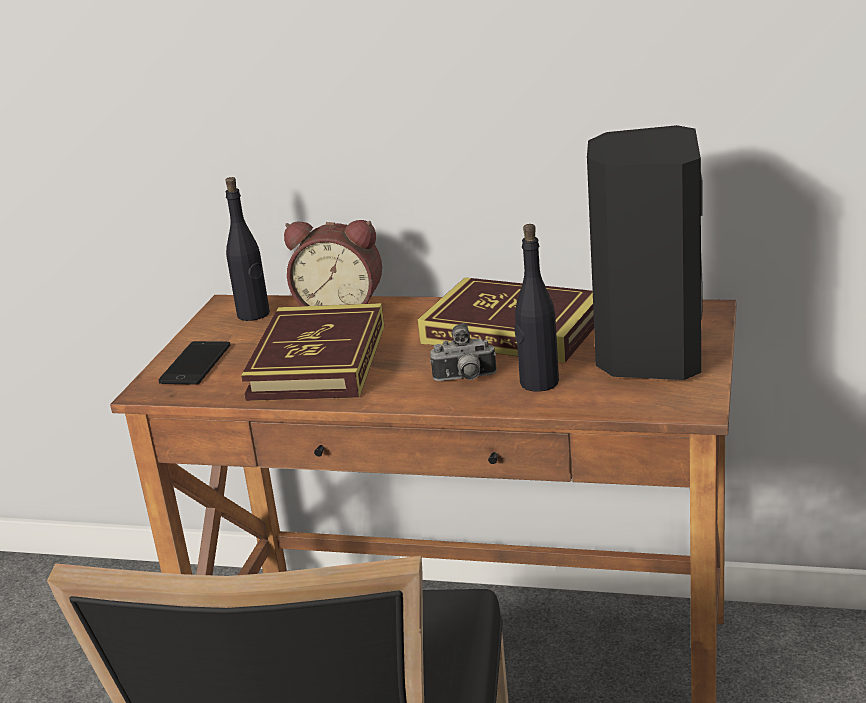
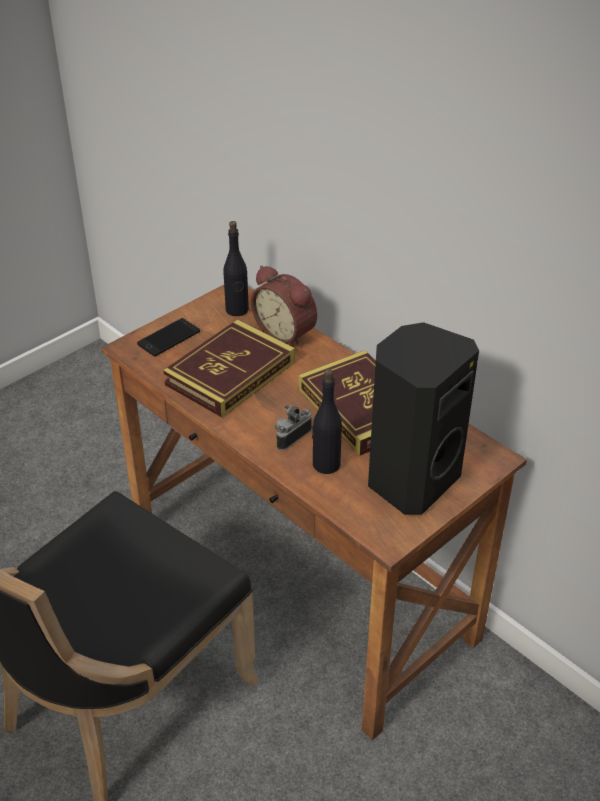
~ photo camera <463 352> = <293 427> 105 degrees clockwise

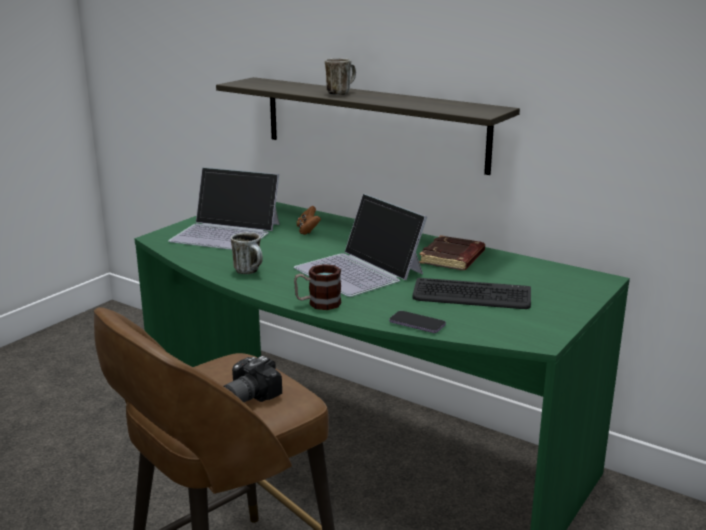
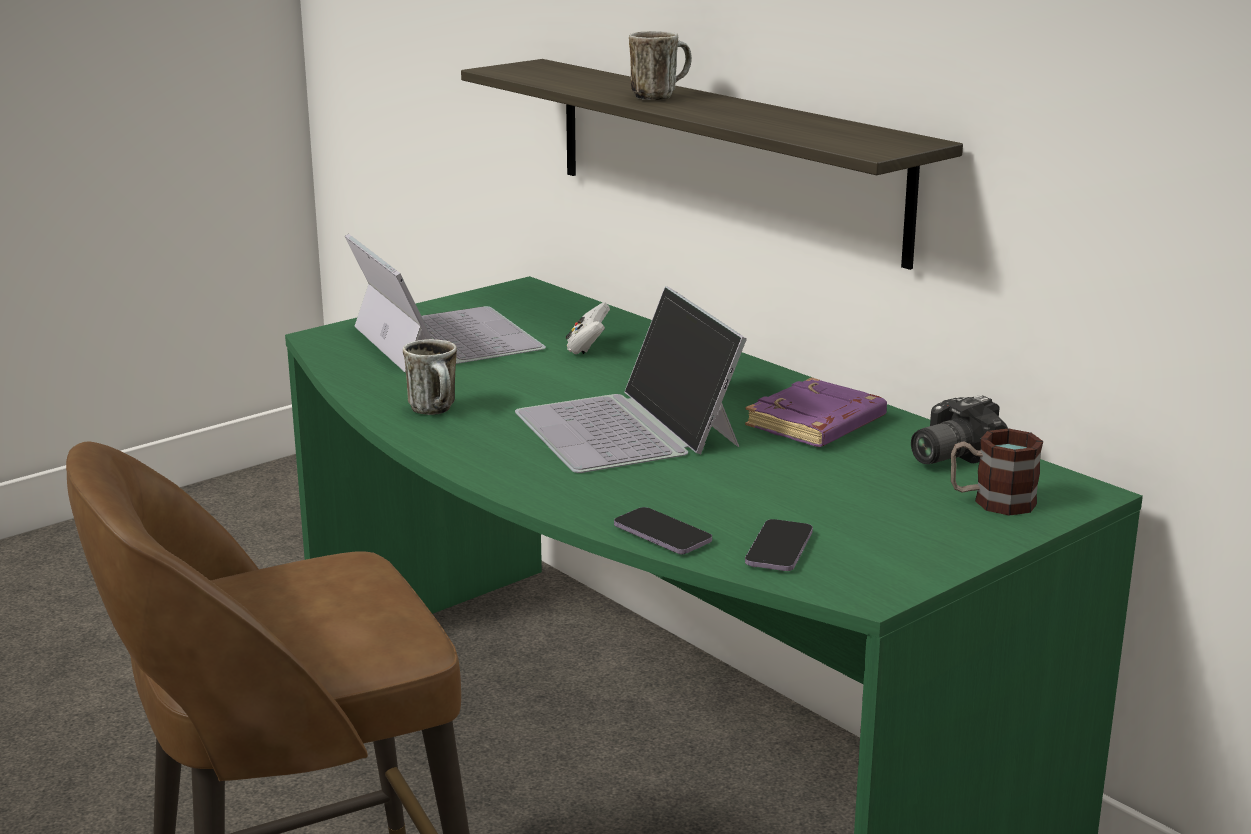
~ laptop <224 208> = <445 303> 150 degrees counterclockwise
~ brown game controller <308 220> to white game controller <588 328>
~ brown book <452 252> to purple book <816 412>
+ phone <779 545>
~ photo camera <253 379> to <959 429>
~ mug <317 287> to <997 472>
- keyboard <471 293>

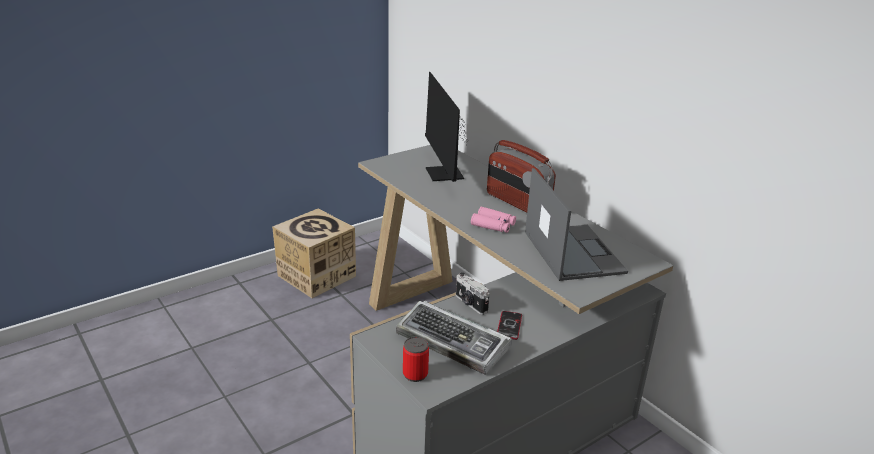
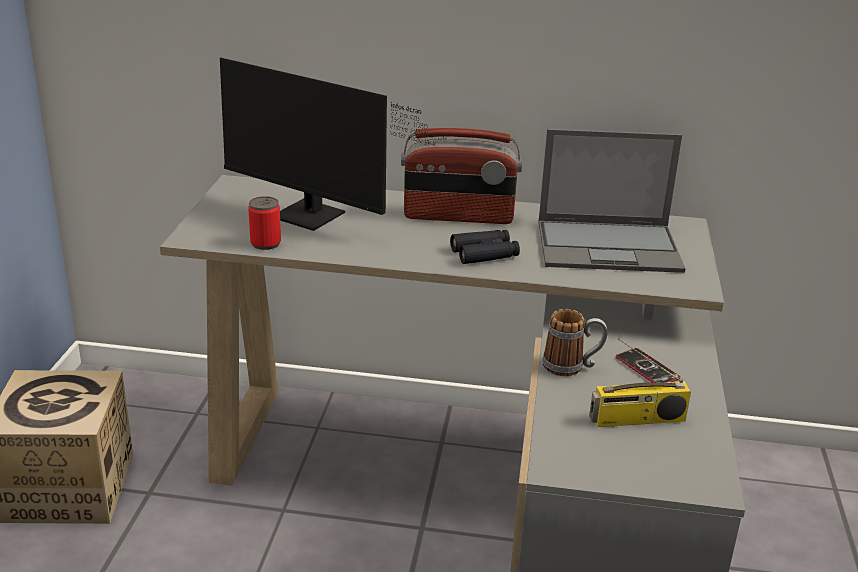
~ can <416 359> to <264 223>
~ pink binoculars <493 220> to black binoculars <485 247>
~ laptop <576 224> = <611 201> 150 degrees clockwise
~ photo camera <473 293> to mug <574 342>
~ keyboard <454 338> to radio <640 382>

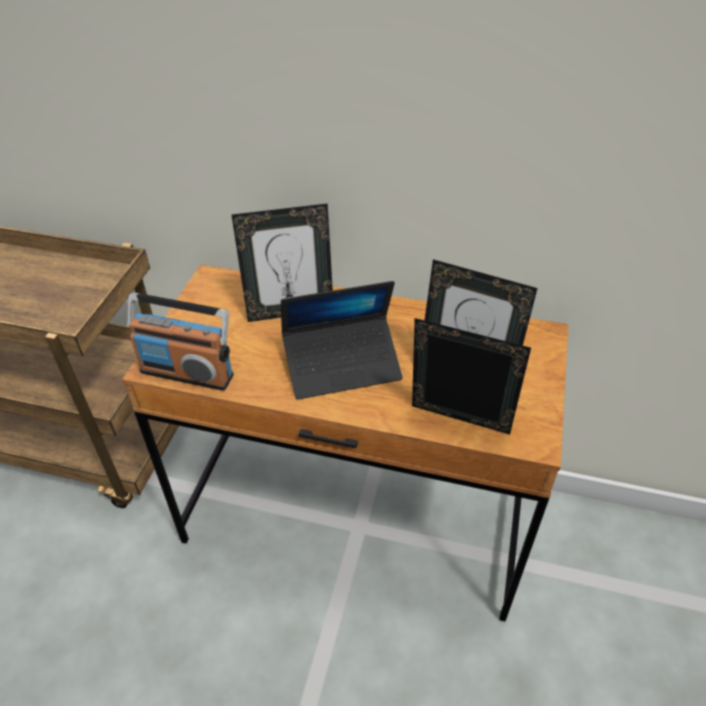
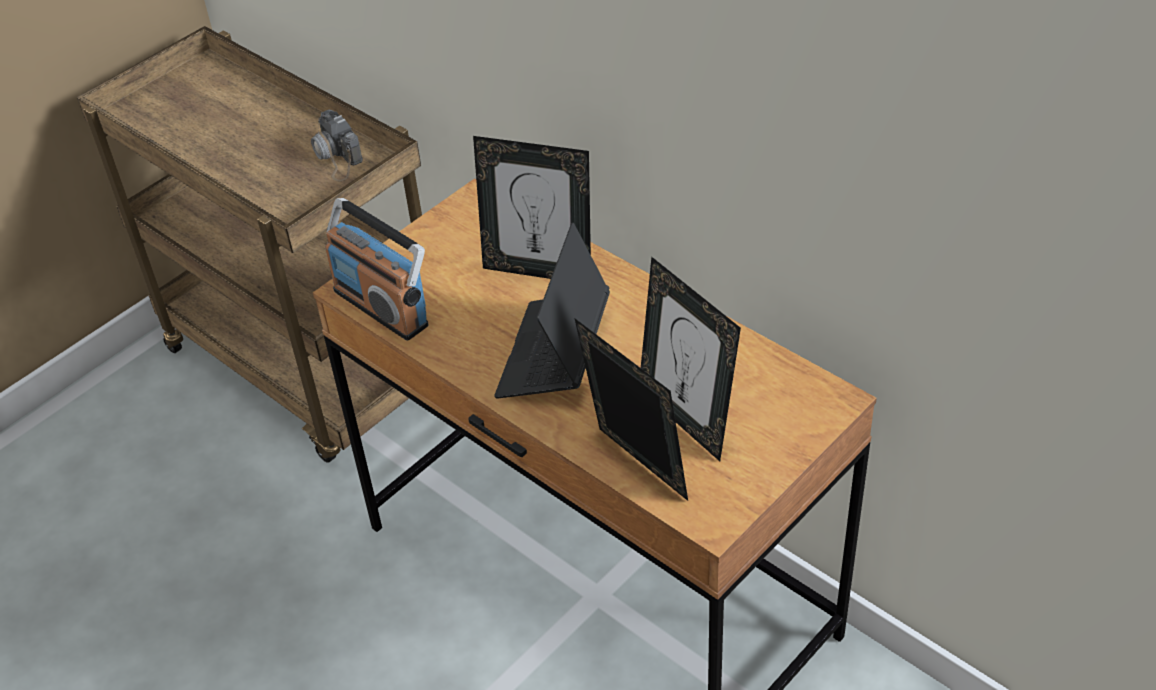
+ photo camera <336 145>
~ laptop <342 340> = <552 311> 90 degrees clockwise

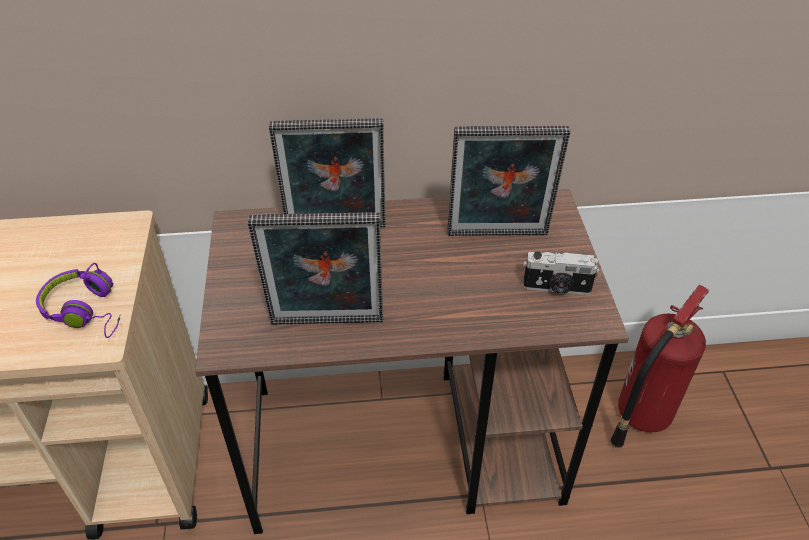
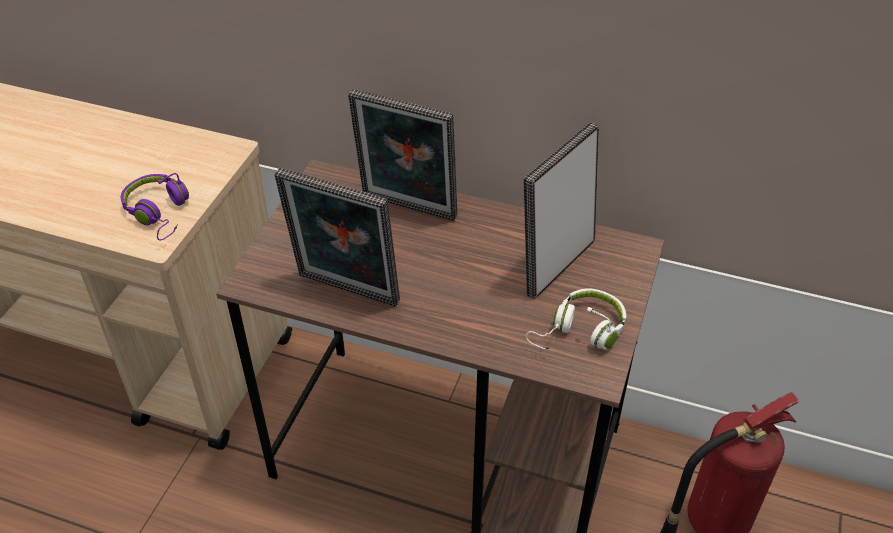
~ picture frame <509 181> = <561 210> 105 degrees clockwise
~ photo camera <561 273> to white headphones <576 319>

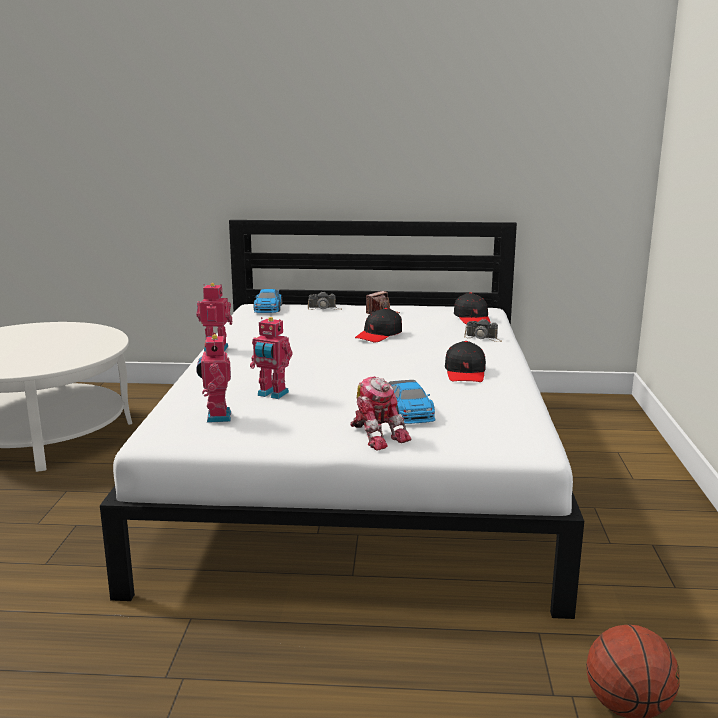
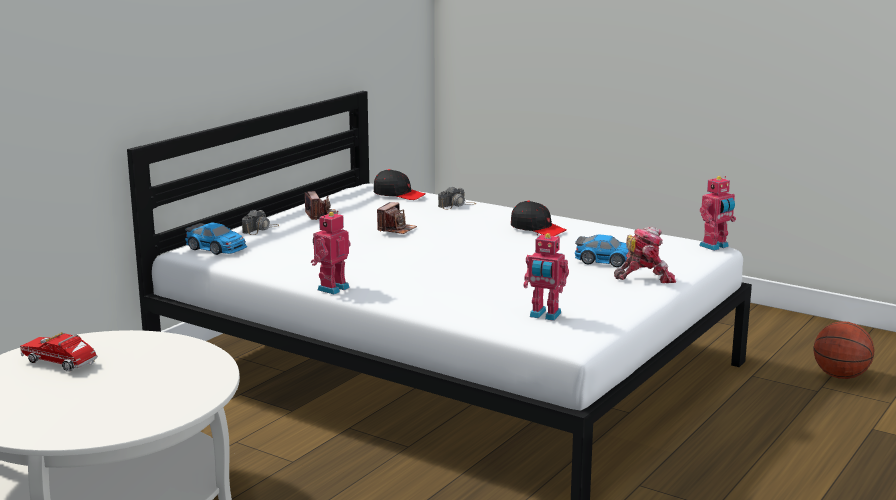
+ toy truck <59 352>
~ black cap <378 325> to photo camera <397 218>
~ toy robot <271 358> to <717 213>

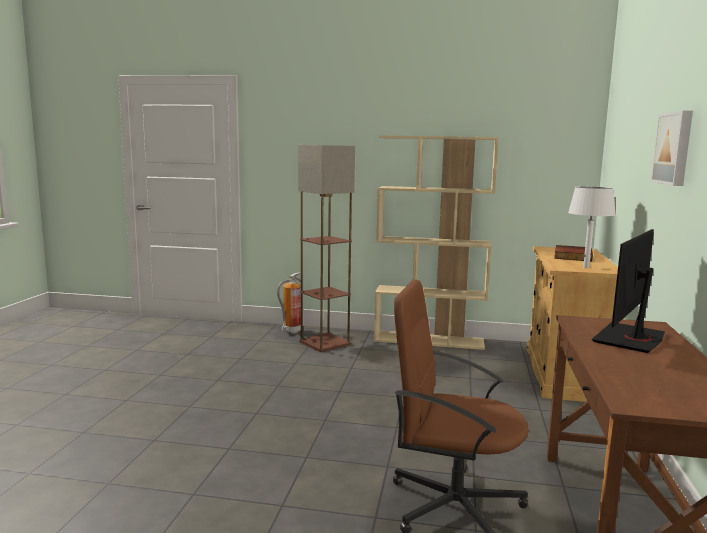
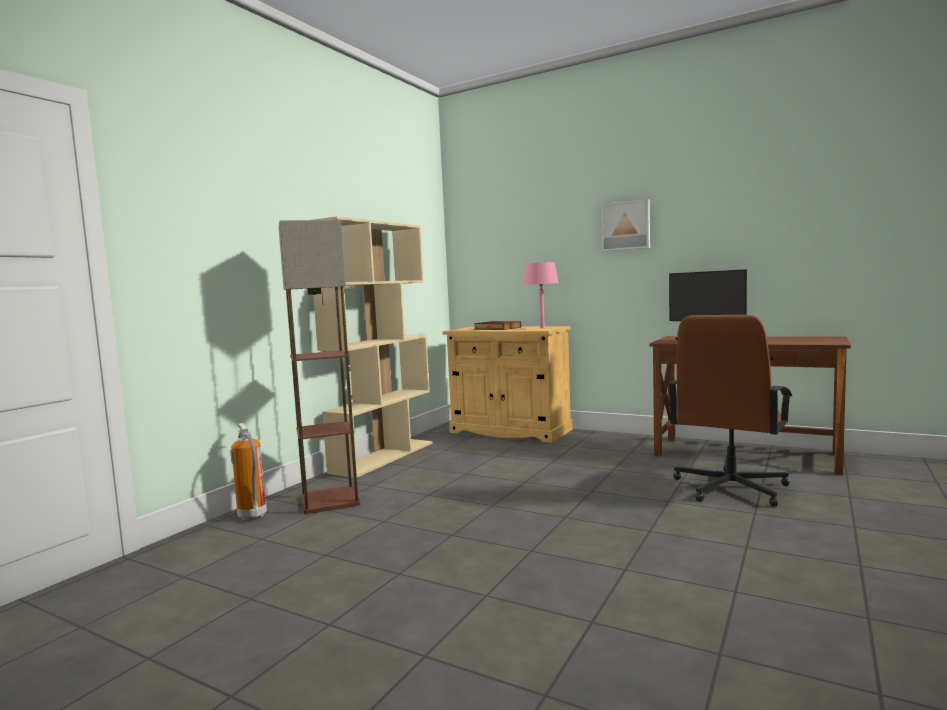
~ white table lamp <592 227> to pink table lamp <541 295>

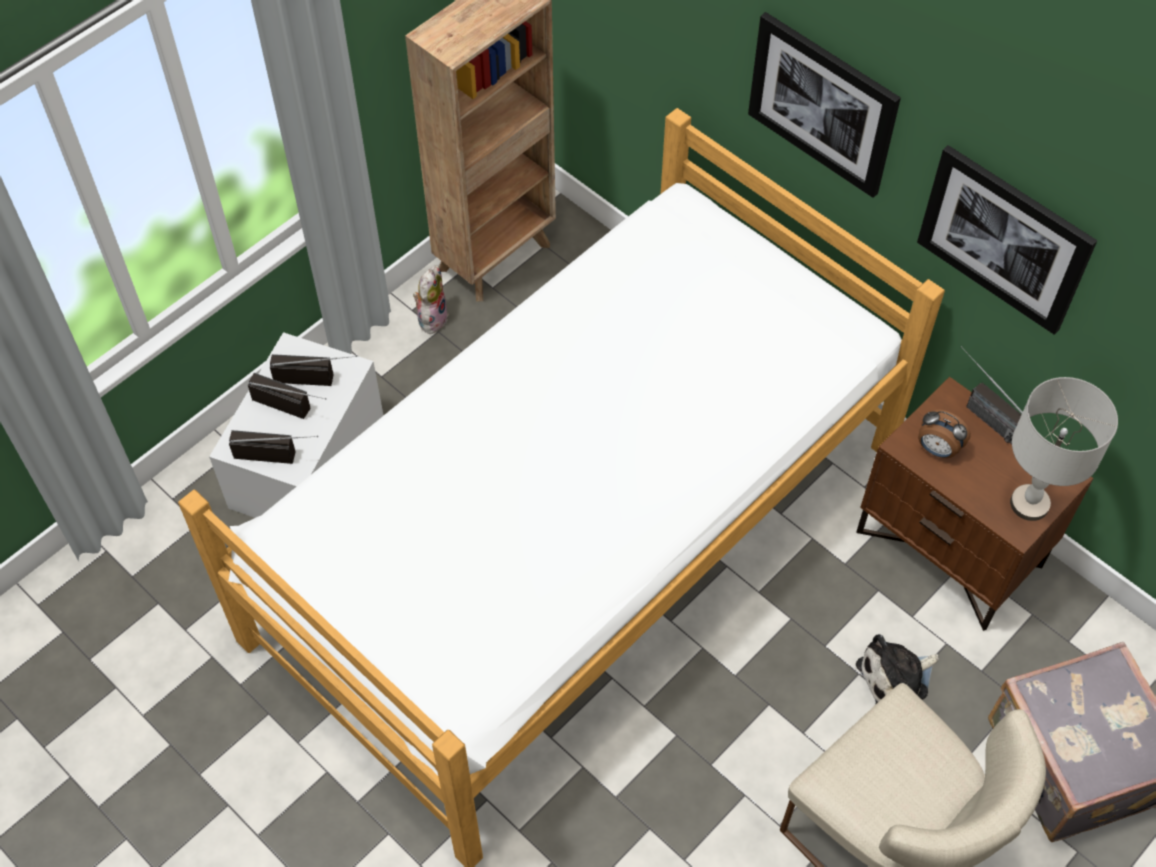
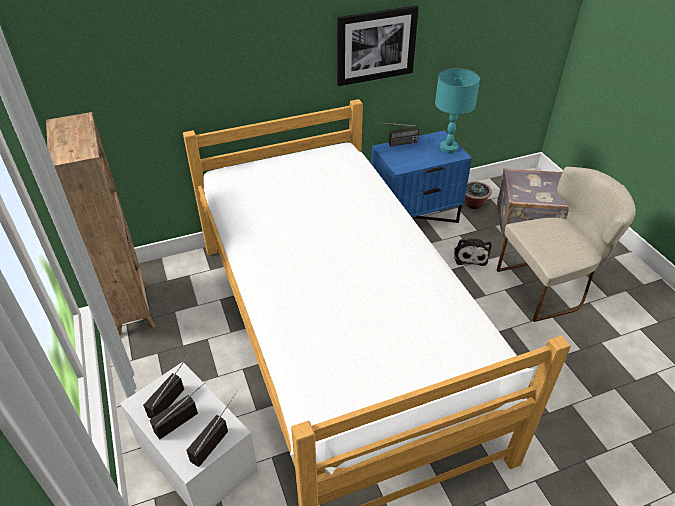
~ brown nightstand <974 504> to blue nightstand <421 176>
~ grey table lamp <1064 449> to turquoise table lamp <457 110>
+ potted plant <478 195>
- plush toy <430 300>
- picture <824 105>
- alarm clock <944 434>

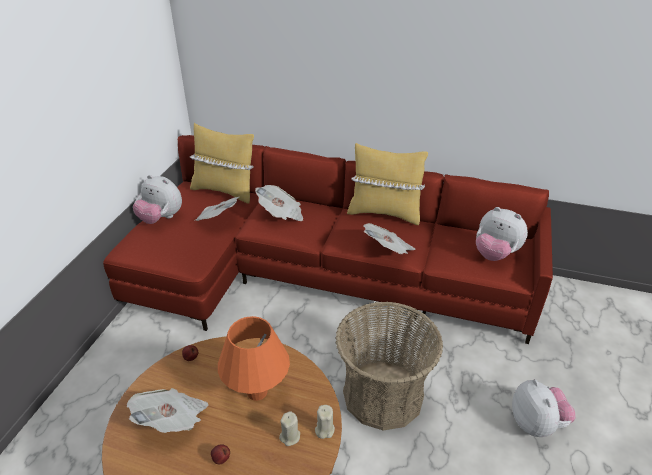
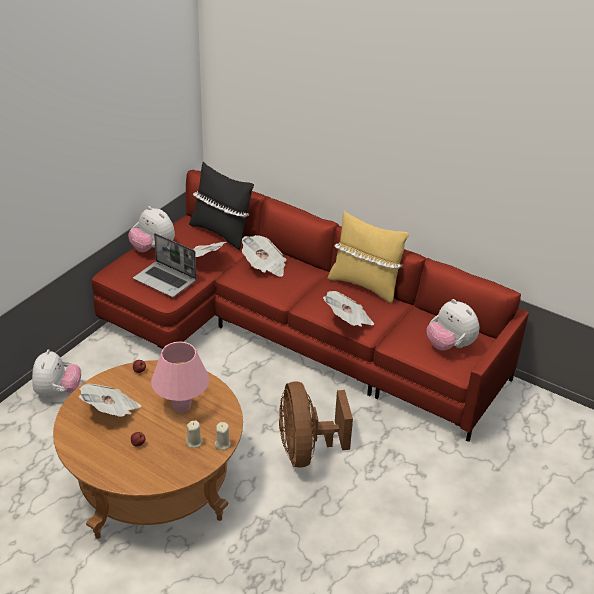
~ plush toy <543 408> to <56 373>
+ laptop <165 265>
~ orange table lamp <254 358> to pink table lamp <180 377>
~ yellow pillow <222 163> to black pillow <221 206>
~ basket <389 366> to brown fan <316 424>

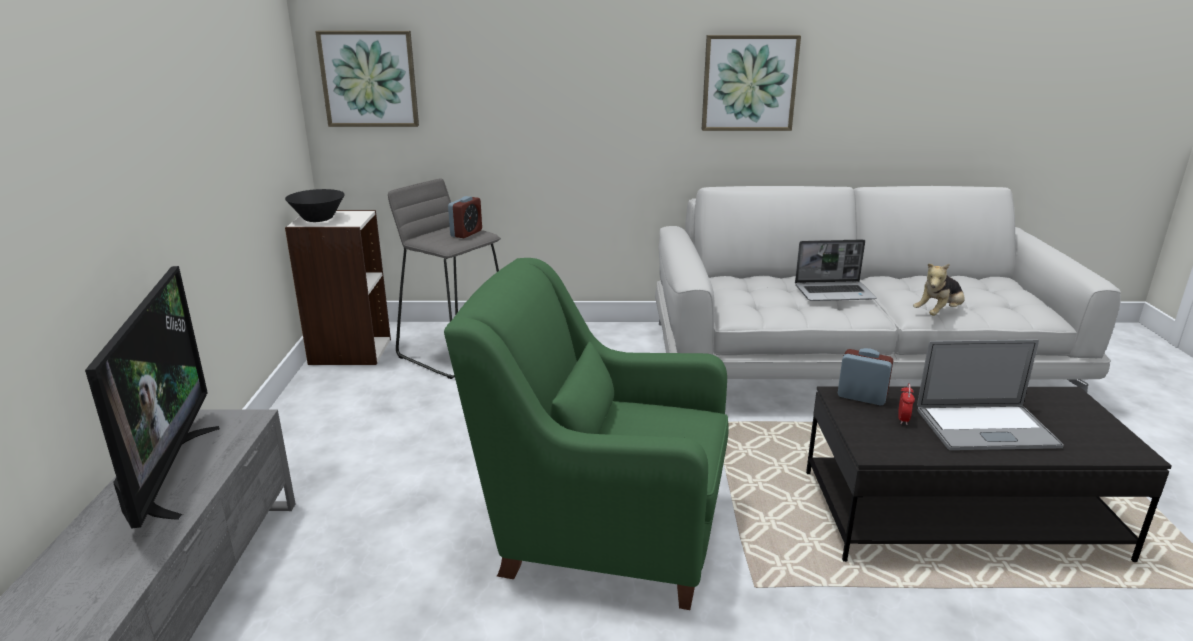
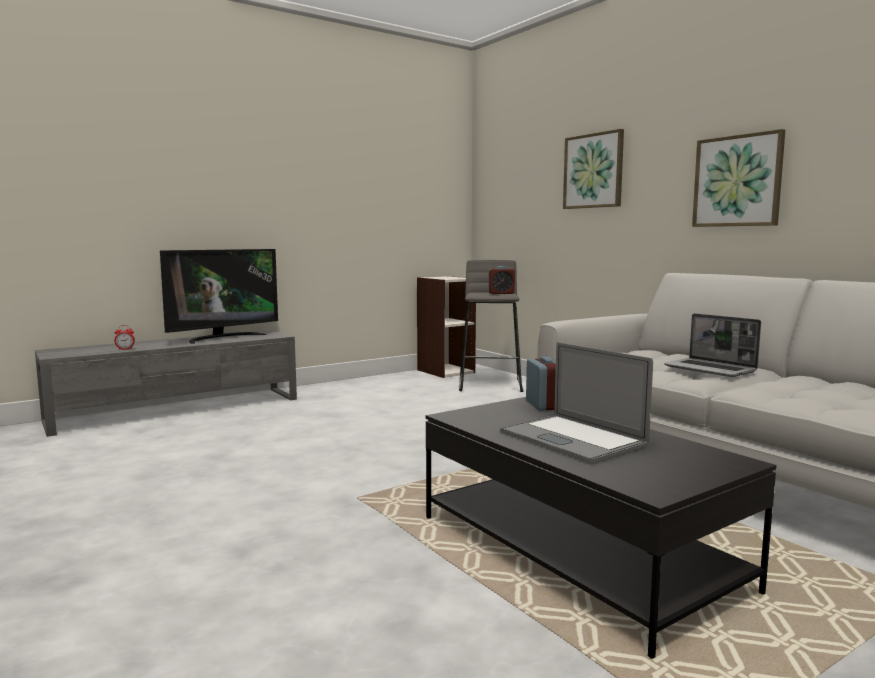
~ alarm clock <906 404> to <124 337>
~ picture <367 79> to <593 169>
- black bowl <315 205>
- green armchair <586 434>
- plush toy <939 289>

